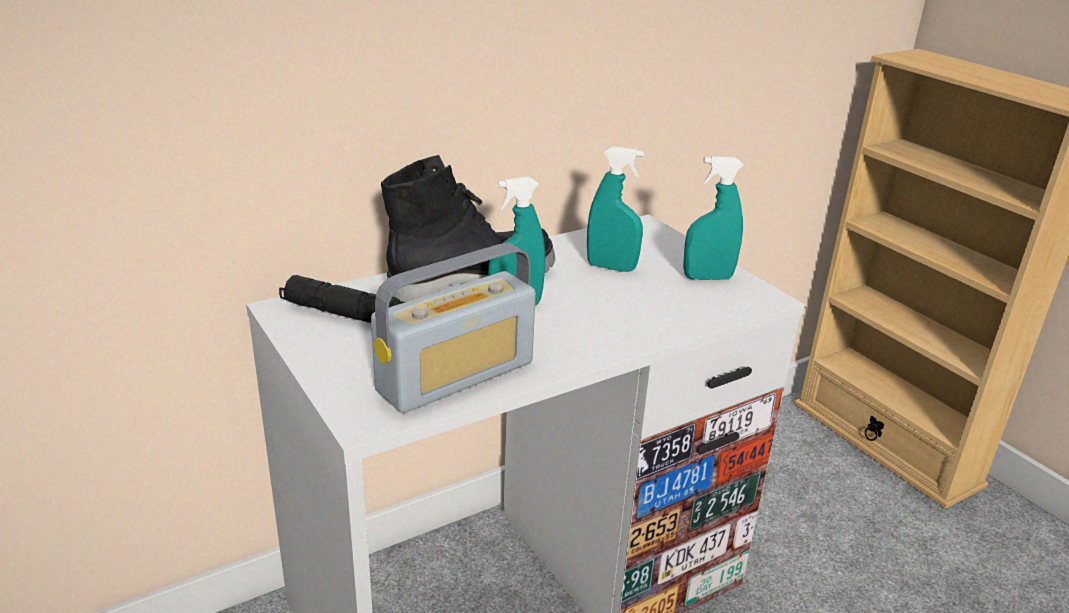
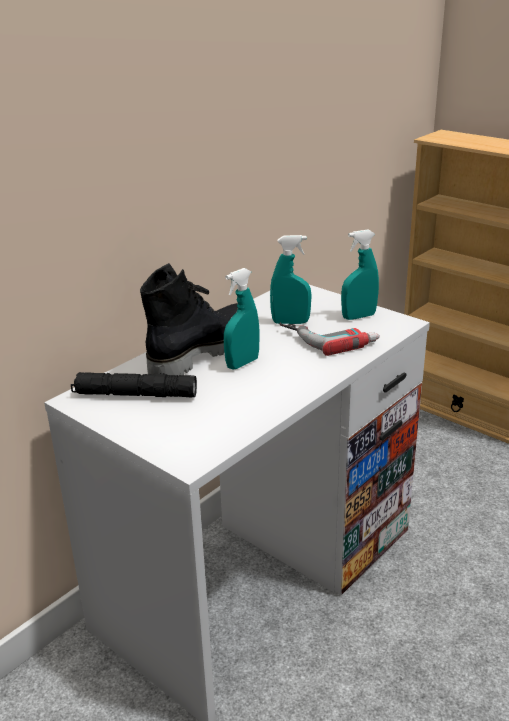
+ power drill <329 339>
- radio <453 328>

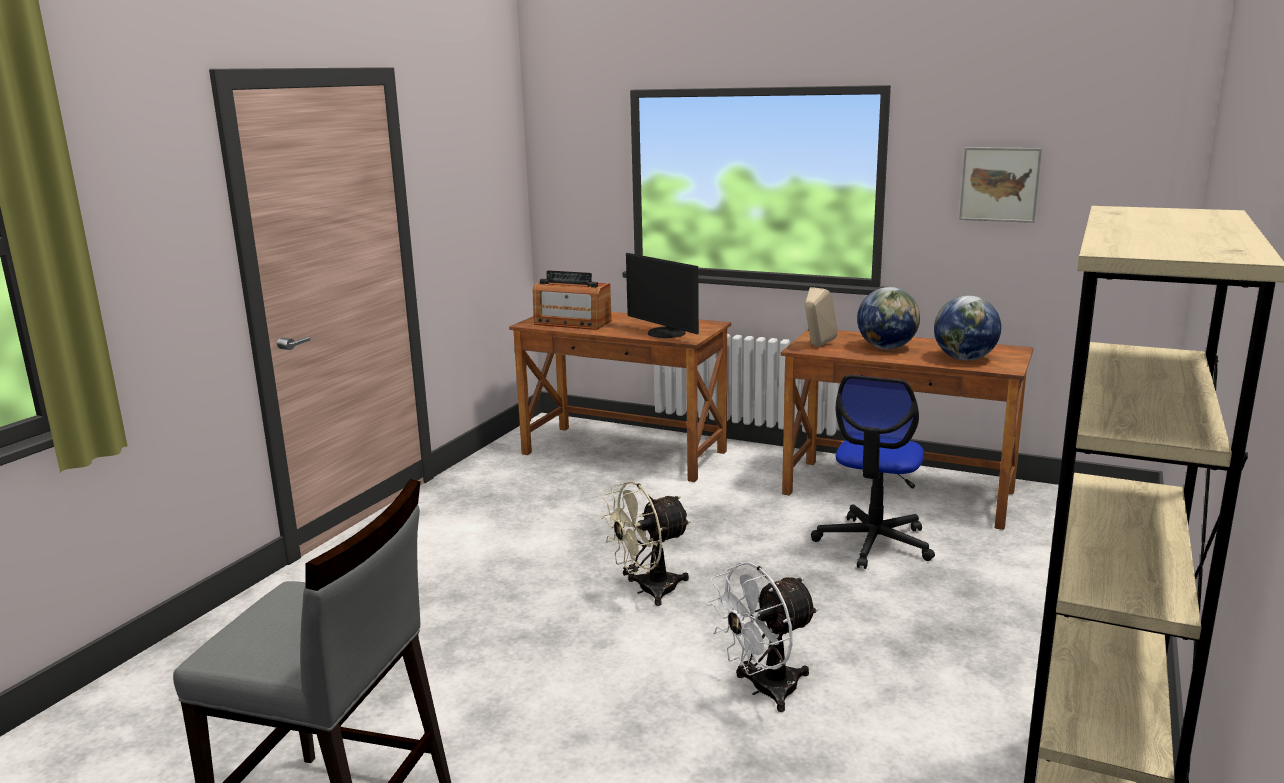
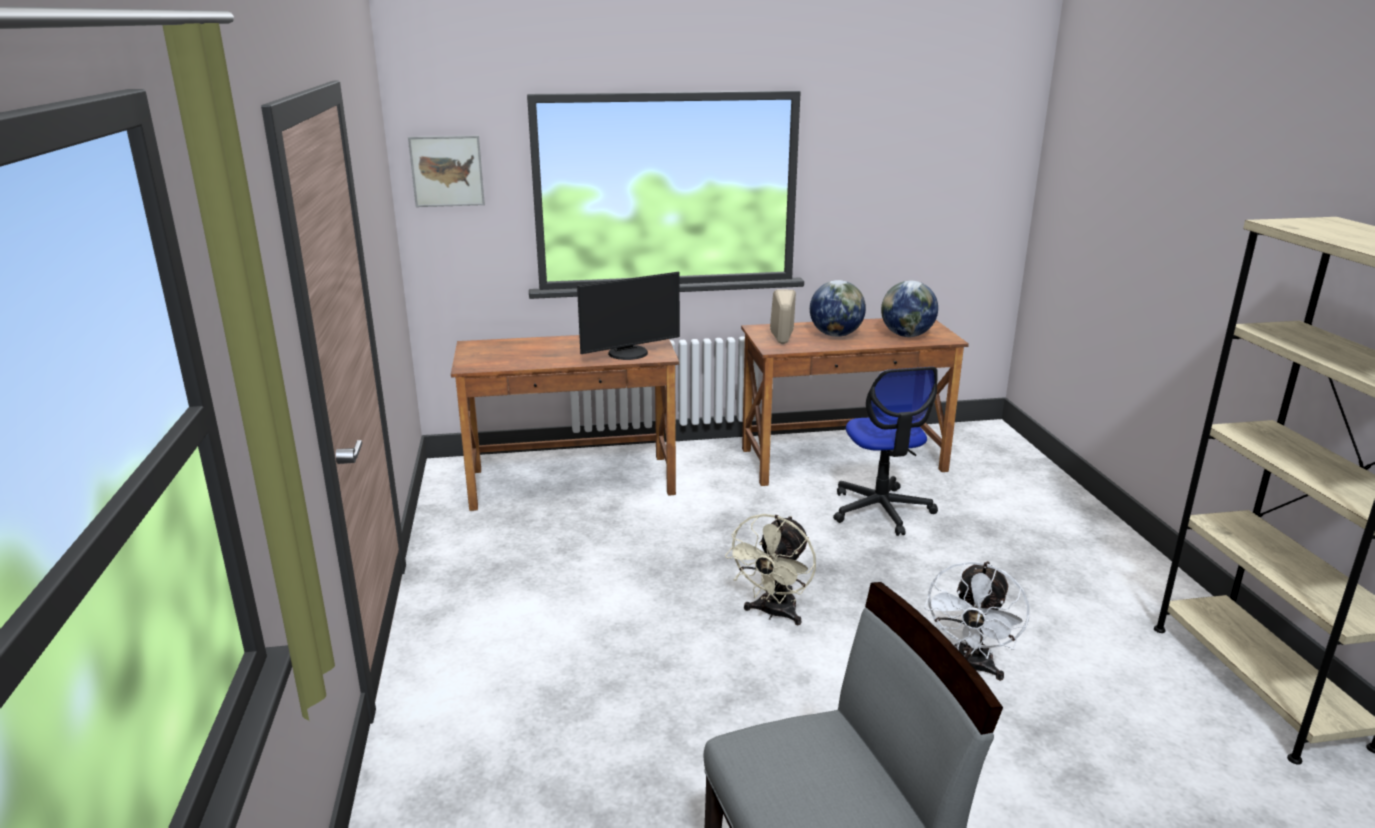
~ picture <1000 185> to <446 171>
~ monitor <662 295> = <628 316> 45 degrees counterclockwise
- radio <572 300>

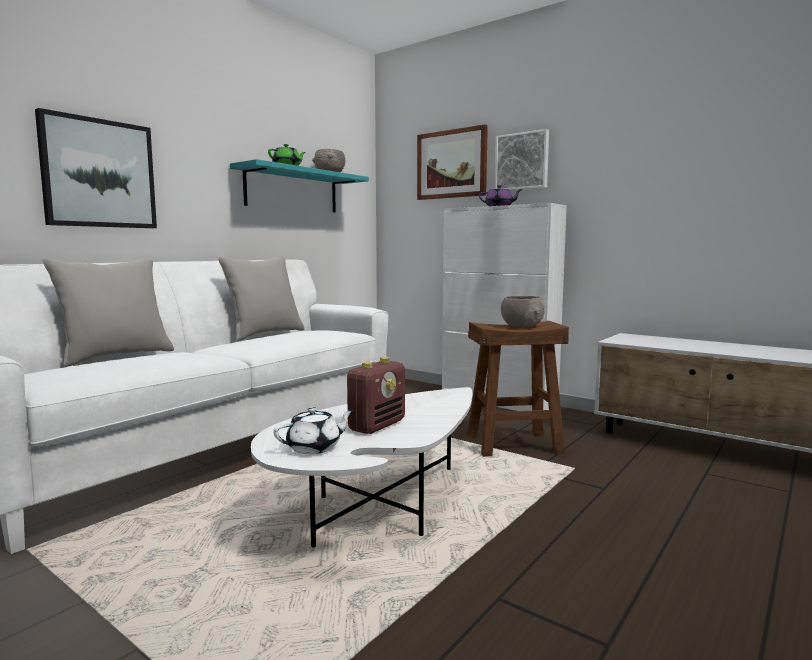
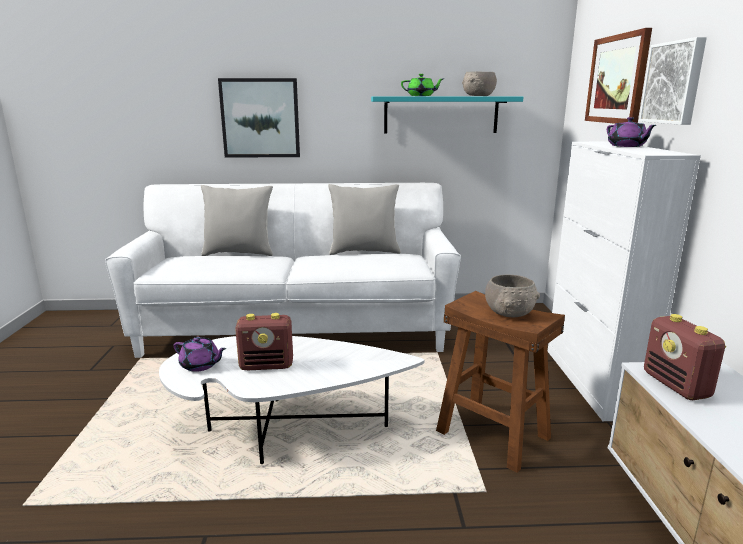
~ white teapot <313 430> to purple teapot <199 354>
+ radio <685 357>

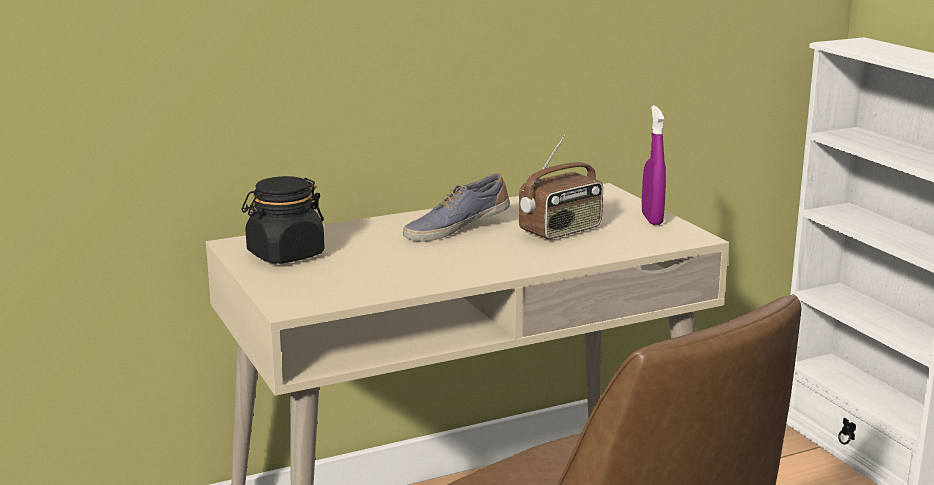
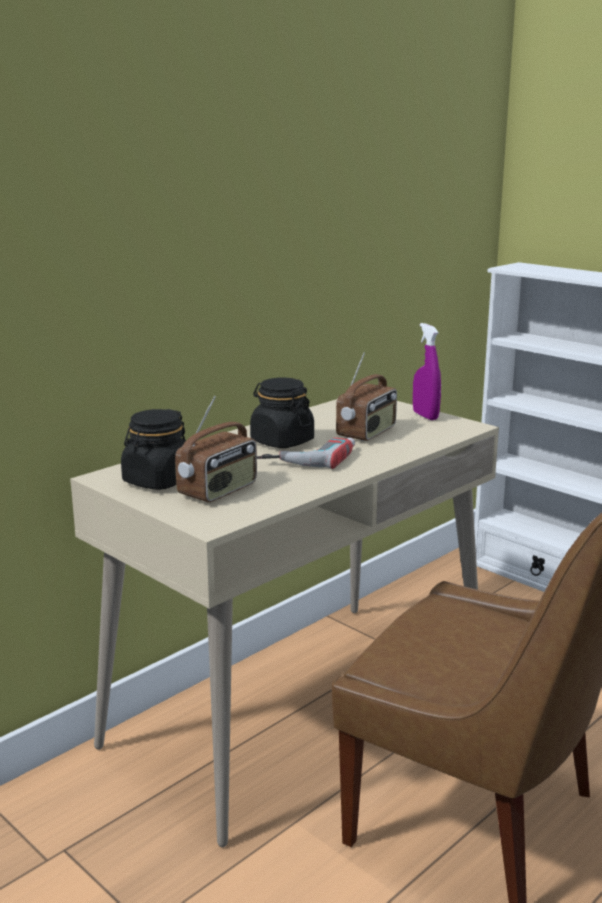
+ radio <216 449>
~ shoe <456 207> to black jar <282 413>
+ power drill <306 453>

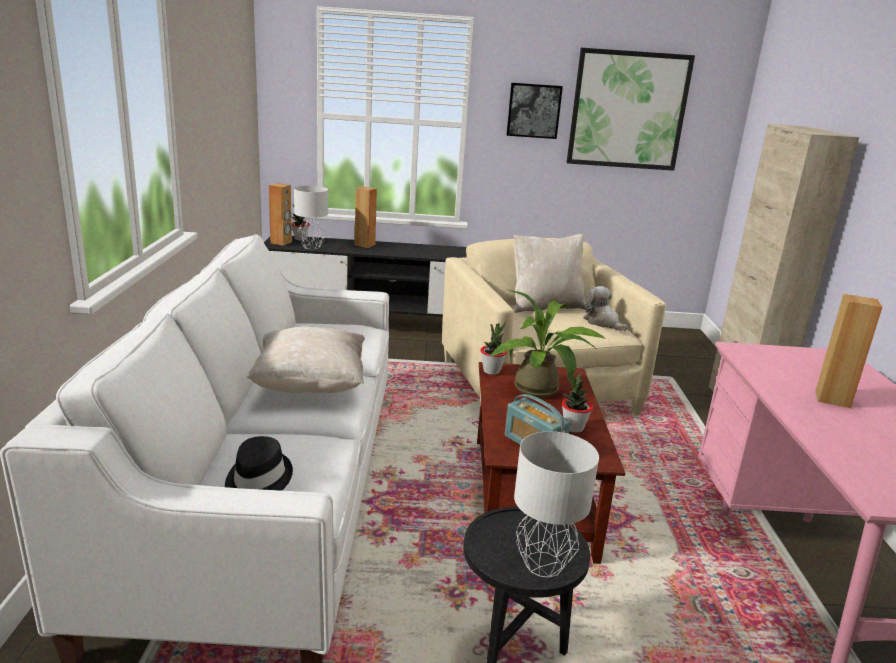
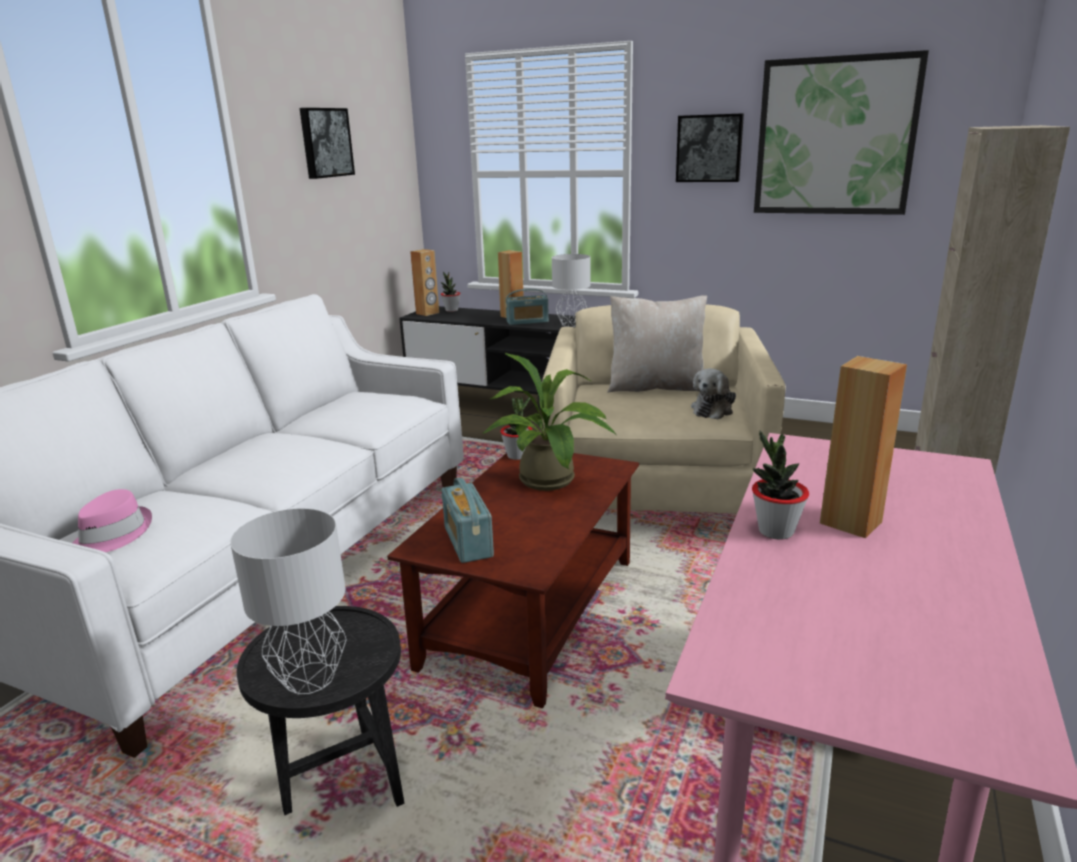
~ black hat <259 463> to pink hat <112 520>
+ picture <327 143>
+ radio <527 307>
~ grey table lamp <311 217> to <571 290>
~ plush toy <605 308> = <713 394> 135 degrees counterclockwise
~ potted plant <577 402> to <780 485>
- beige pillow <306 359>

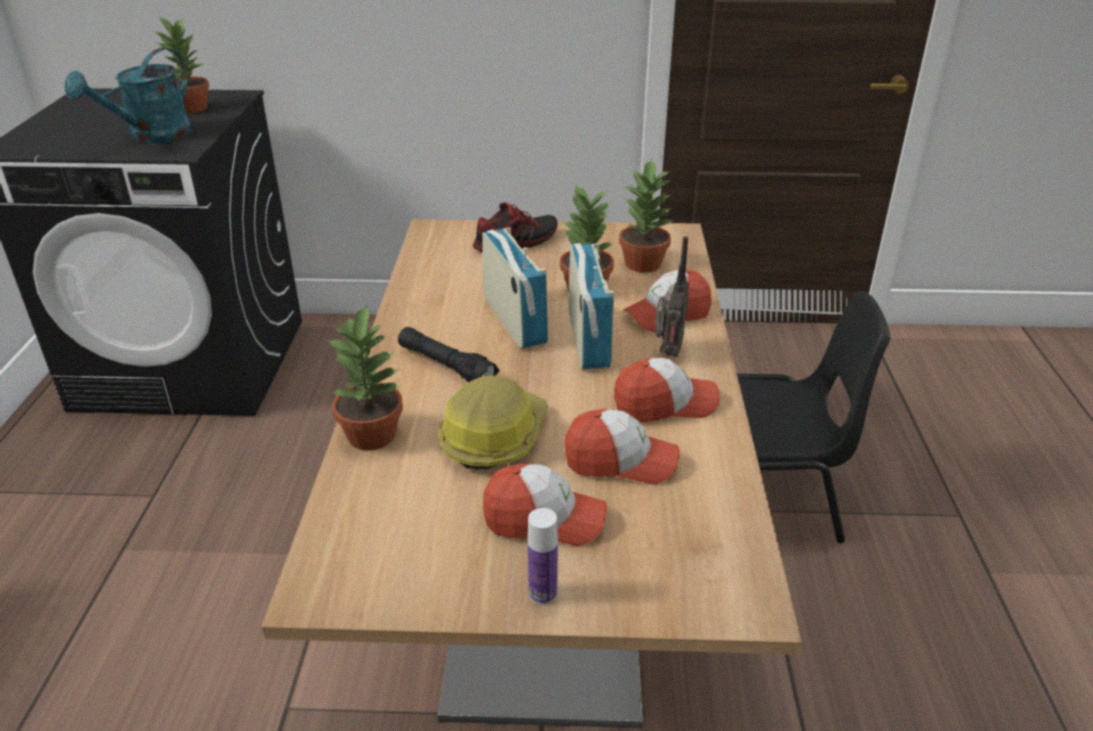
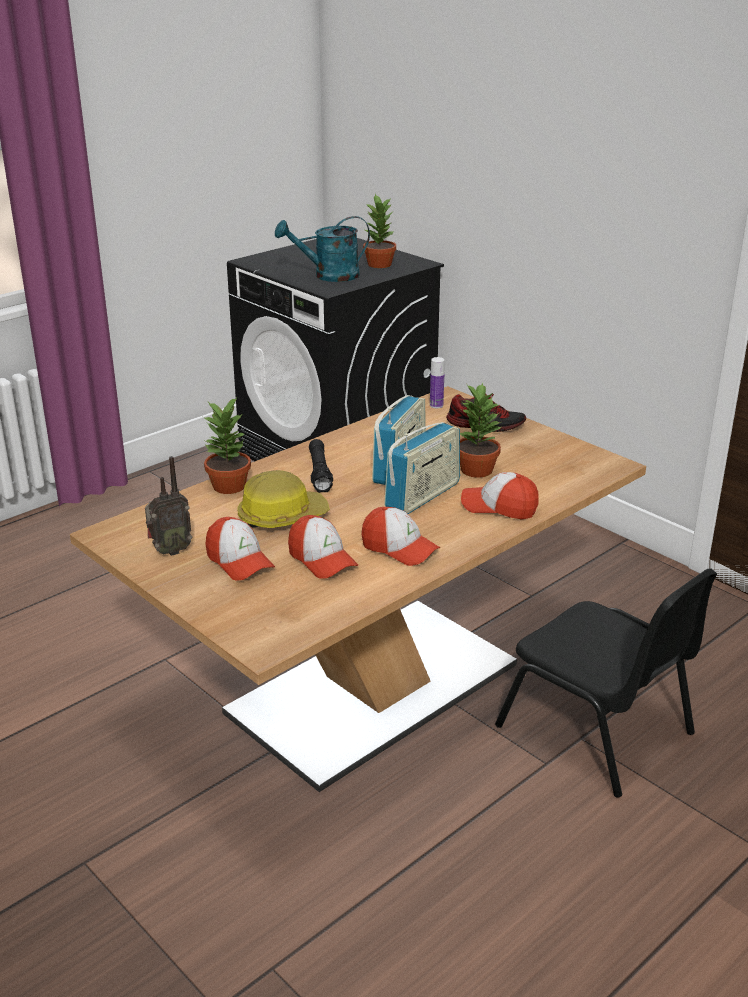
~ radio <672 296> to <168 506>
~ bottle <543 556> to <437 382>
- potted plant <647 215>

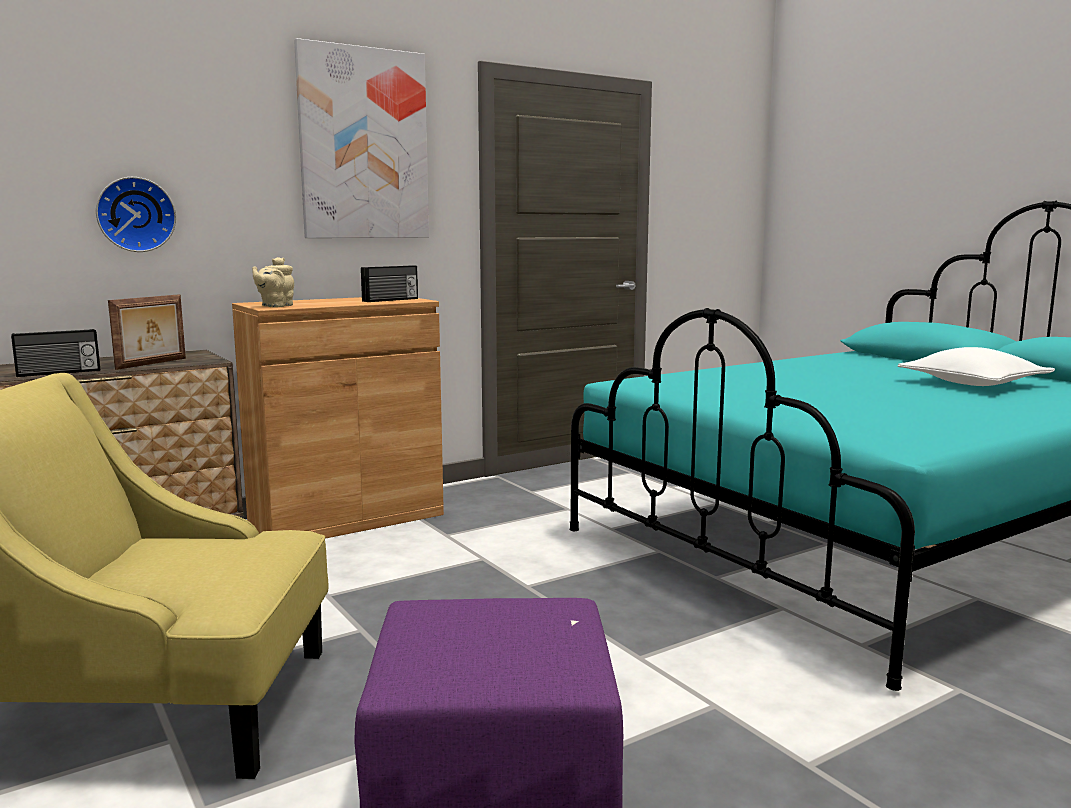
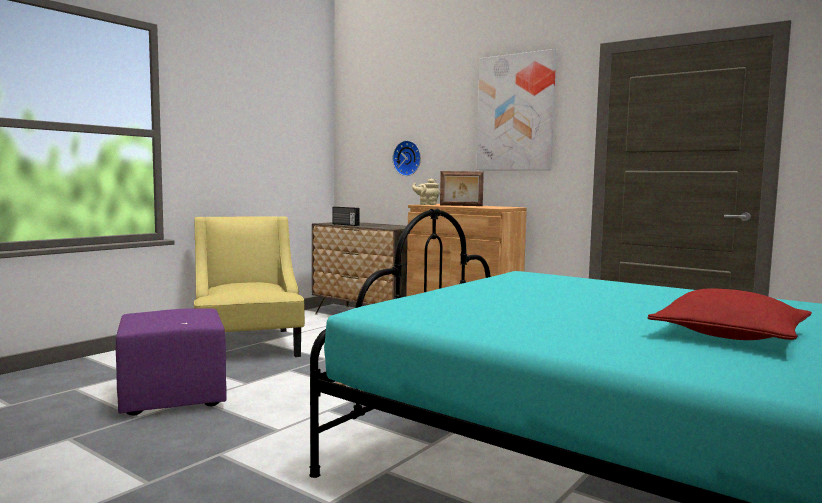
~ picture frame <147 332> to <462 188>
~ white pillow <976 366> to red pillow <729 314>
- radio <389 284>

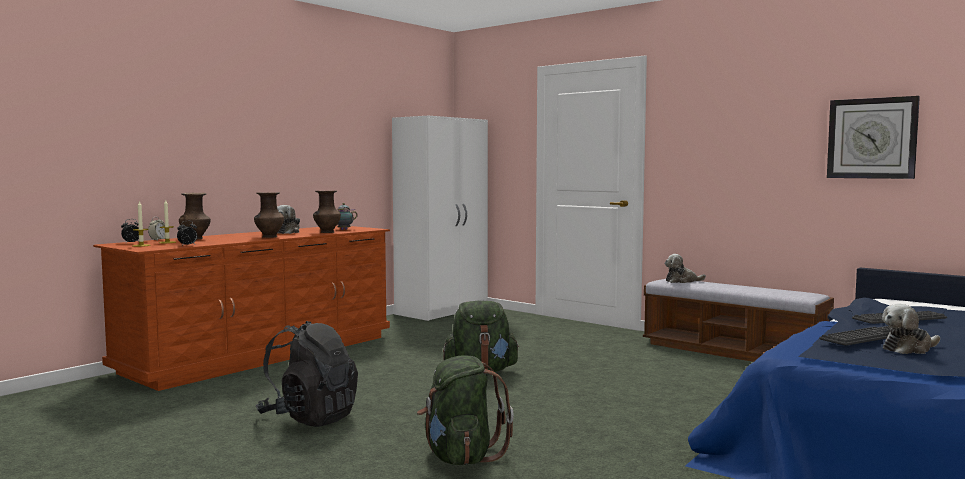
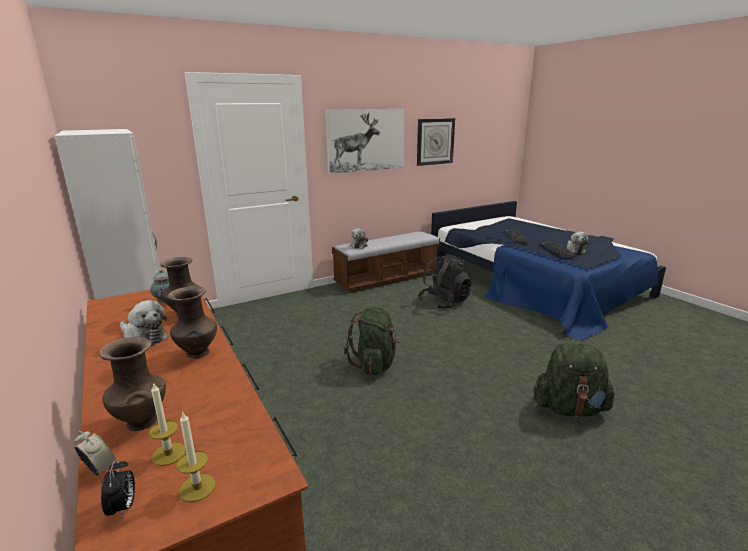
+ picture <365 141>
~ black backpack <307 374> to <445 281>
- alarm clock <187 233>

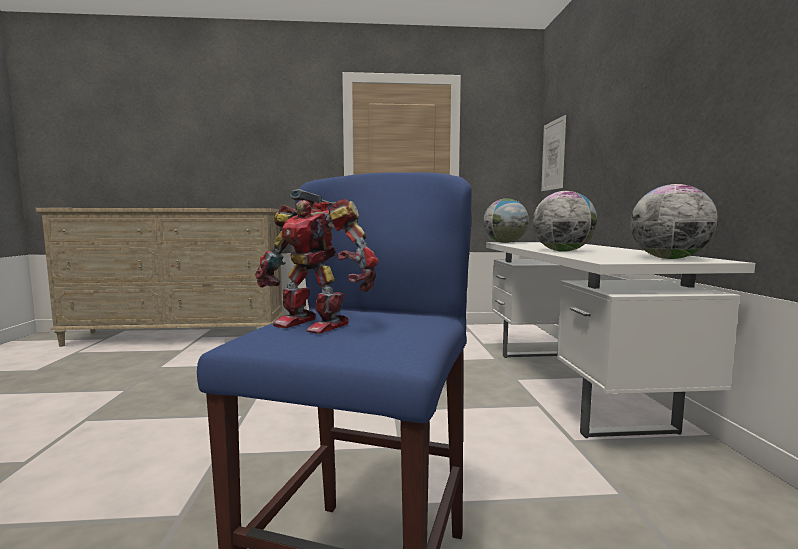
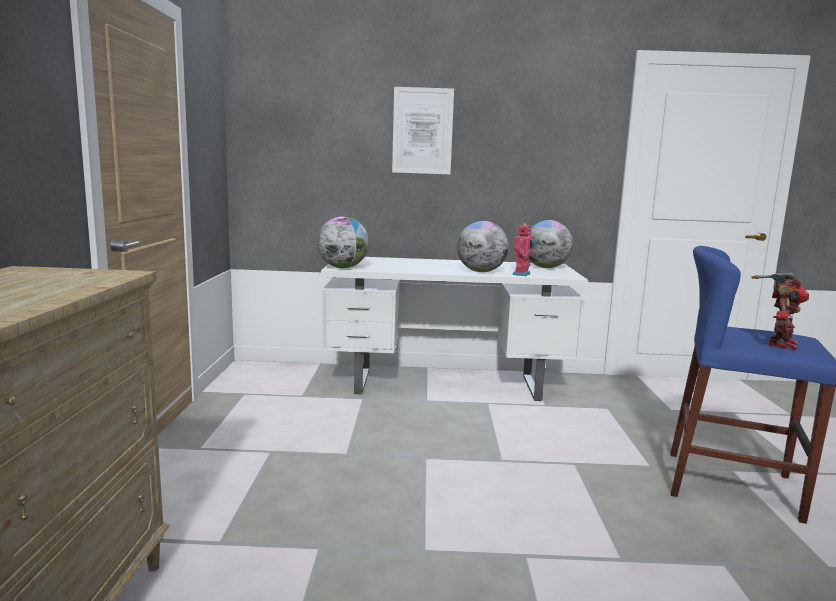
~ picture <553 153> to <423 130>
+ toy robot <524 249>

